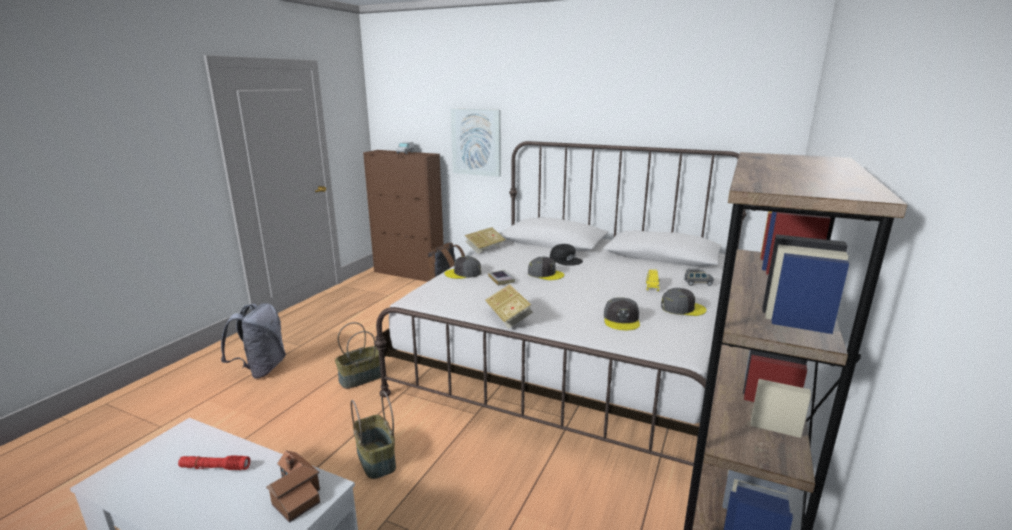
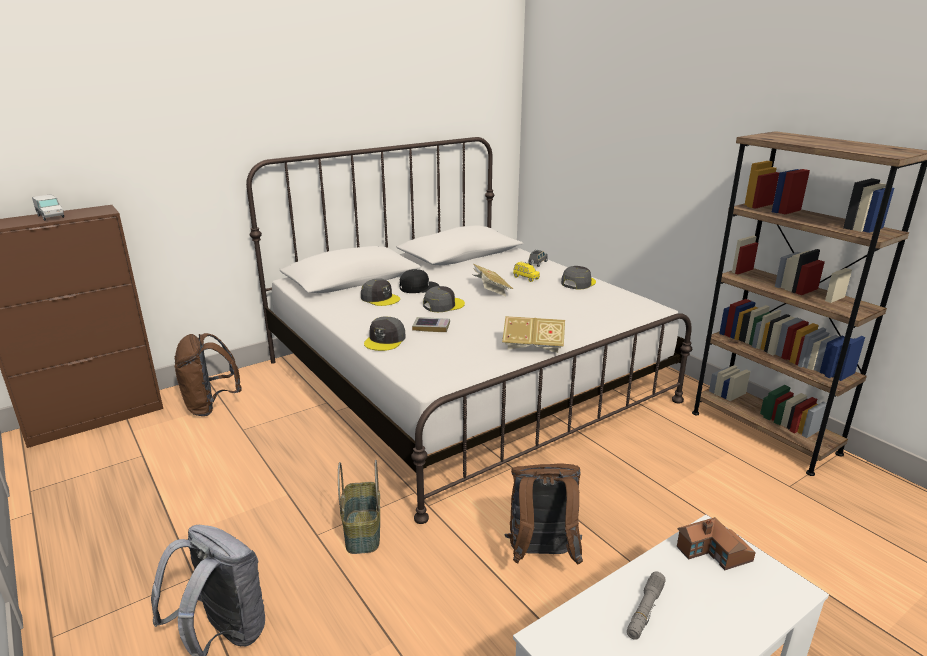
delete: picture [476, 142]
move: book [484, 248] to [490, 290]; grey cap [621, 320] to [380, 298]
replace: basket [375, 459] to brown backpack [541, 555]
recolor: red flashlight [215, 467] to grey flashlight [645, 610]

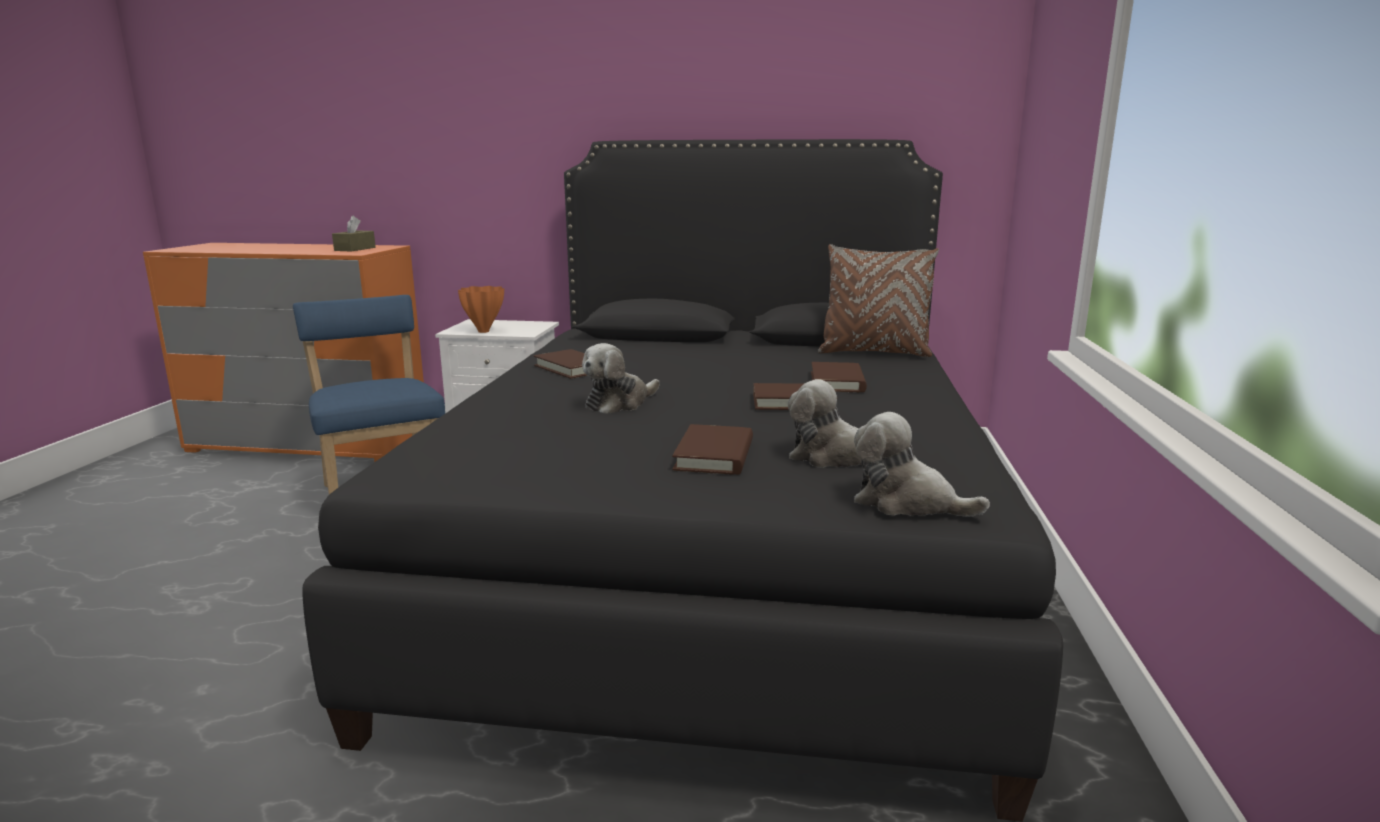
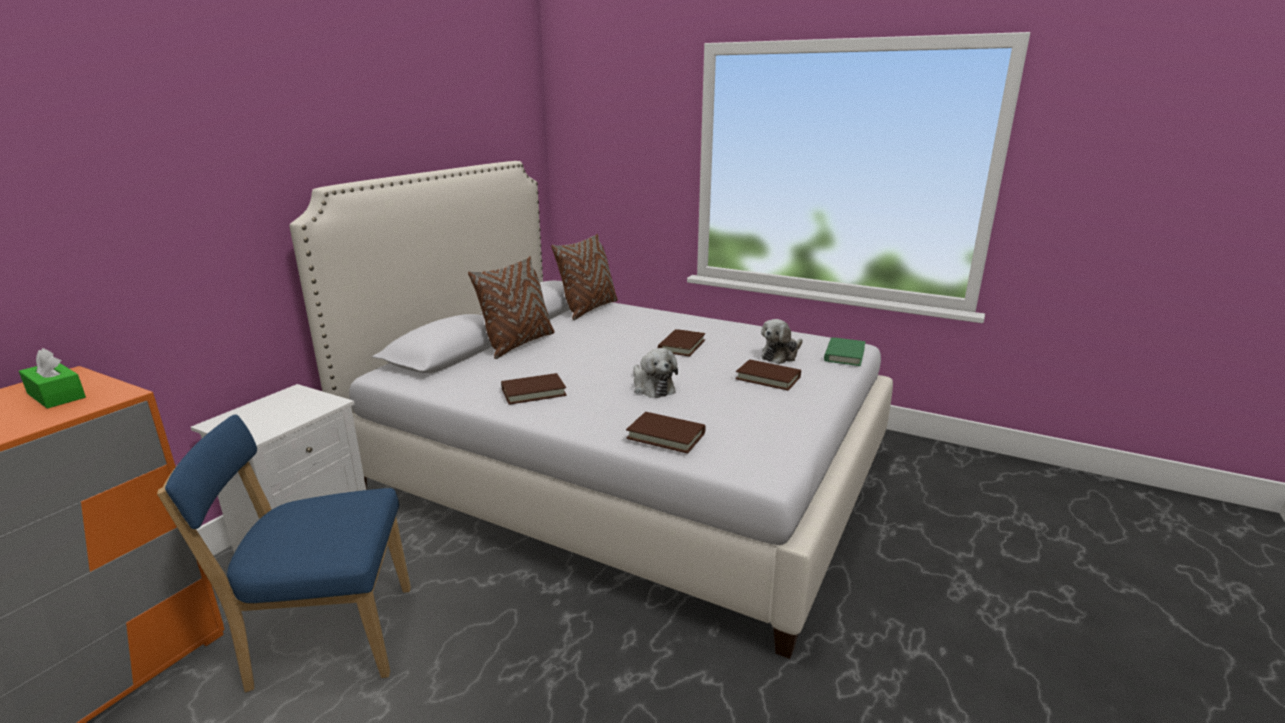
delete: orange vase [484, 331]
insert: brown pillow [518, 344]
move: brown book [837, 382] to [666, 436]
replace: plush toy [907, 503] to green book [844, 354]
recolor: black bed [715, 557] to white bed [622, 473]; brown tissue box [355, 249] to green tissue box [56, 395]

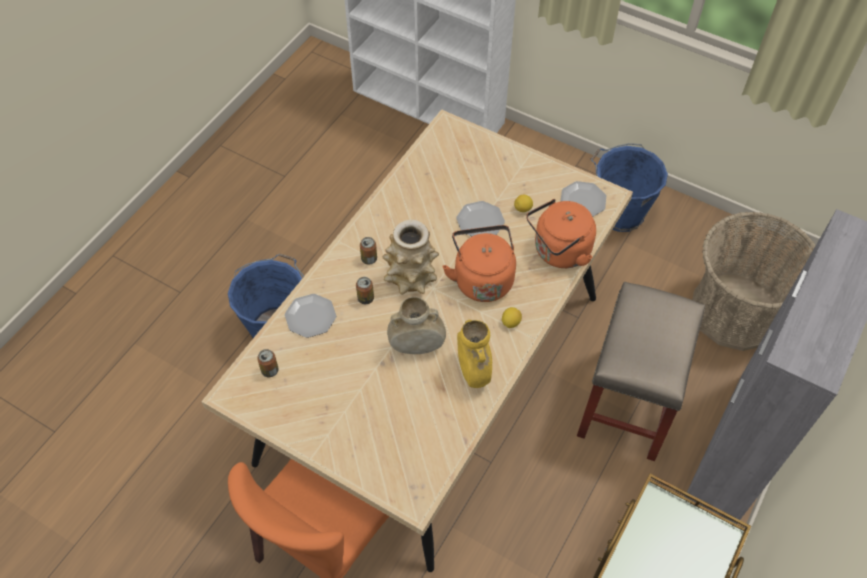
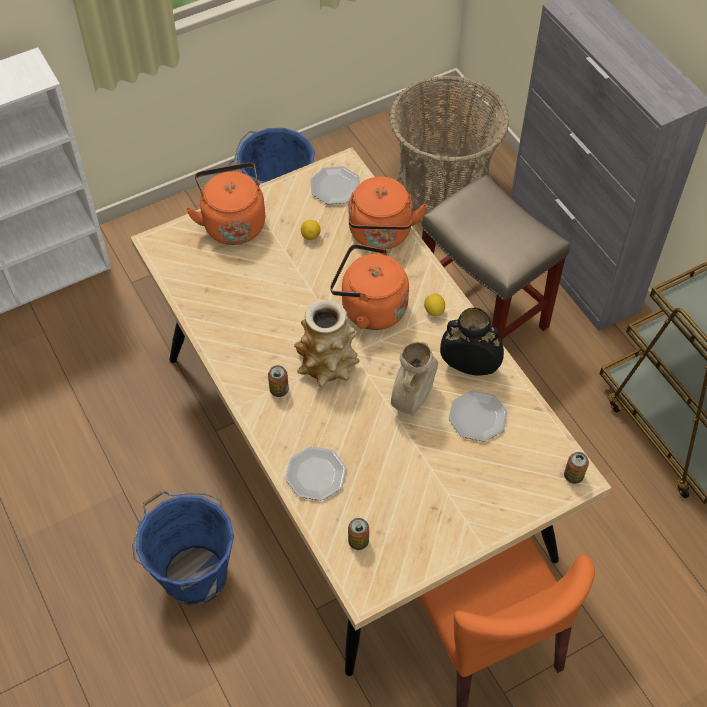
insert: orange kettle [233, 222]
move: plate [480, 221] to [477, 417]; can [365, 298] to [573, 476]
recolor: yellow vase [473, 372] to black vase [469, 366]

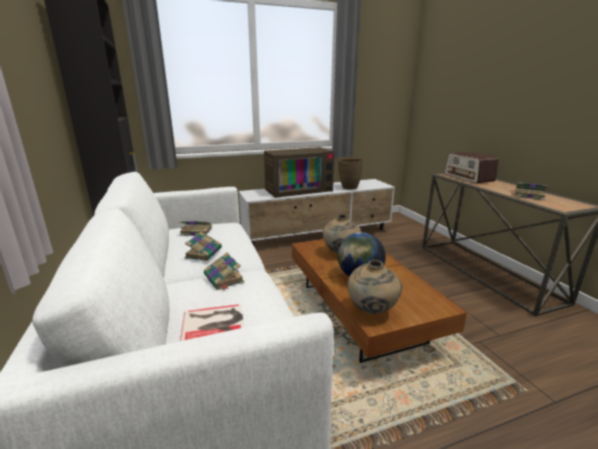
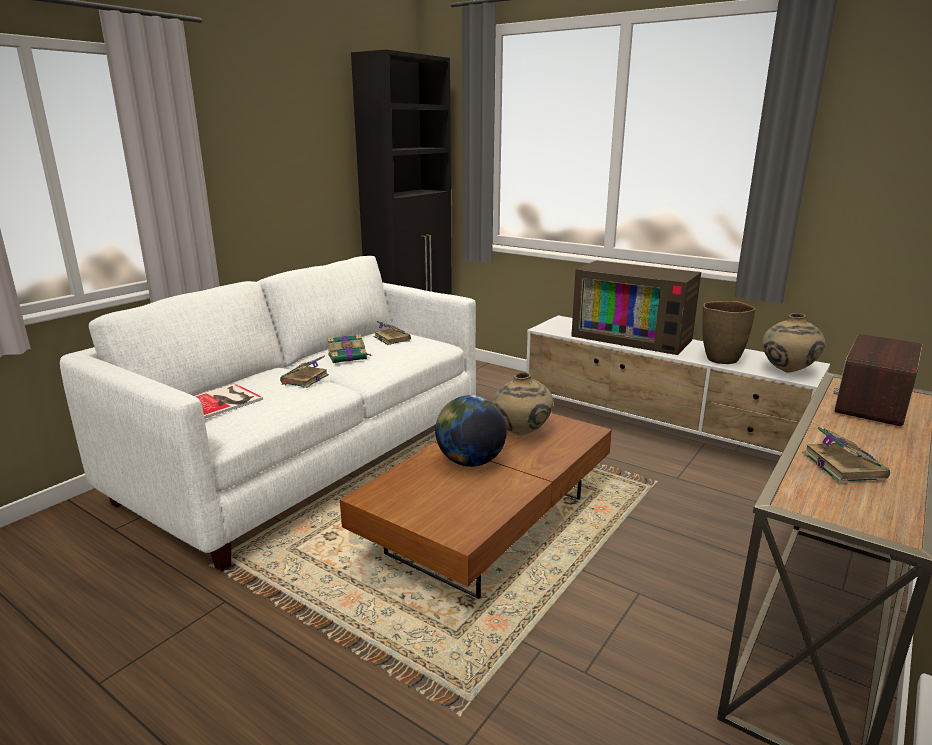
move: beige vase [372, 311] to [788, 372]

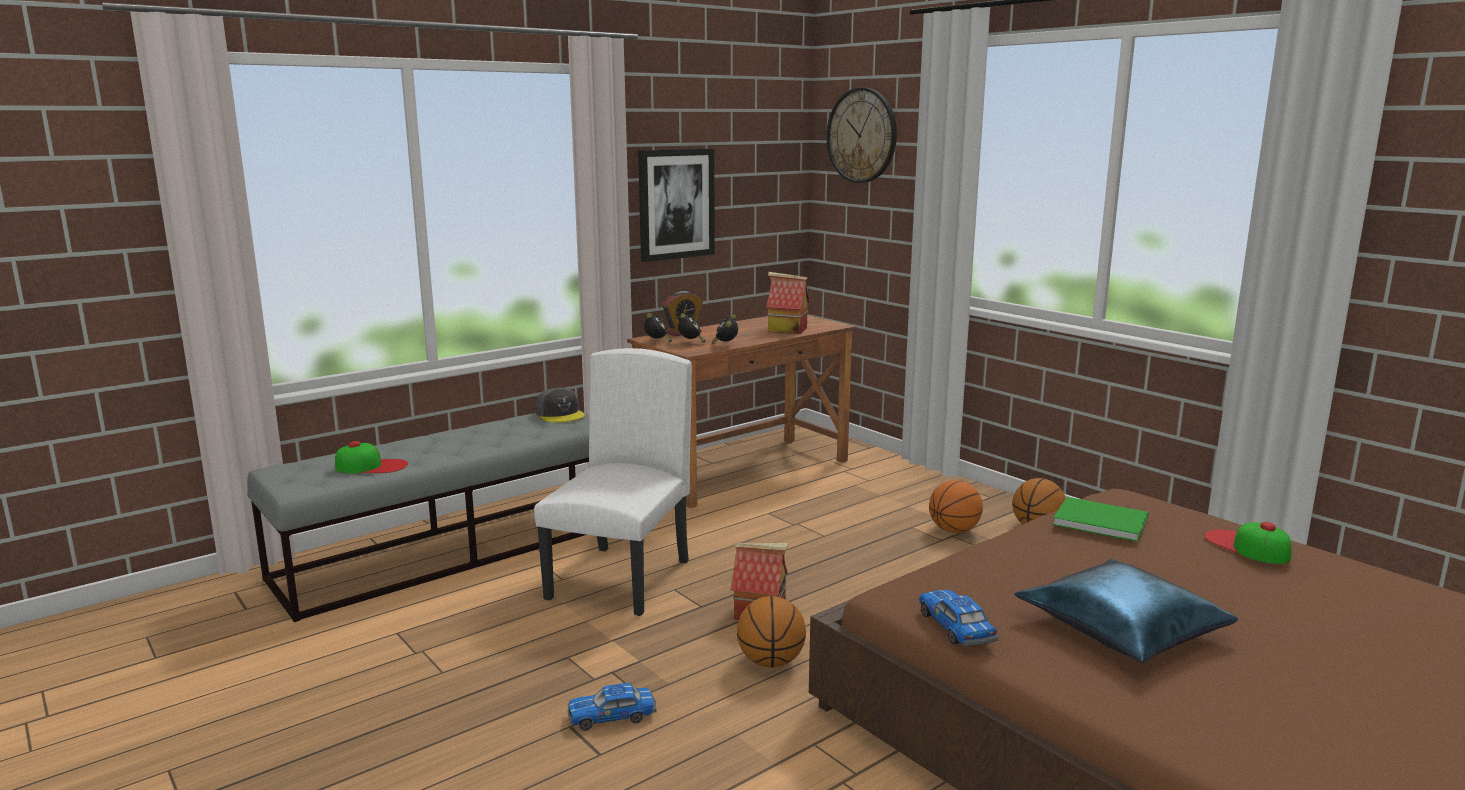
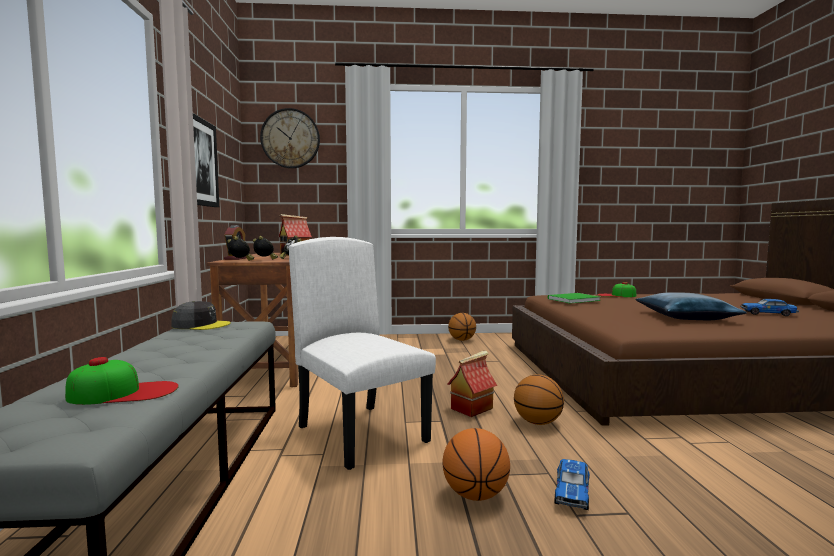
move: basketball [954, 530] to [475, 495]; toy car [956, 628] to [768, 314]
rotate: cap [371, 466] = [124, 392] 45 degrees clockwise

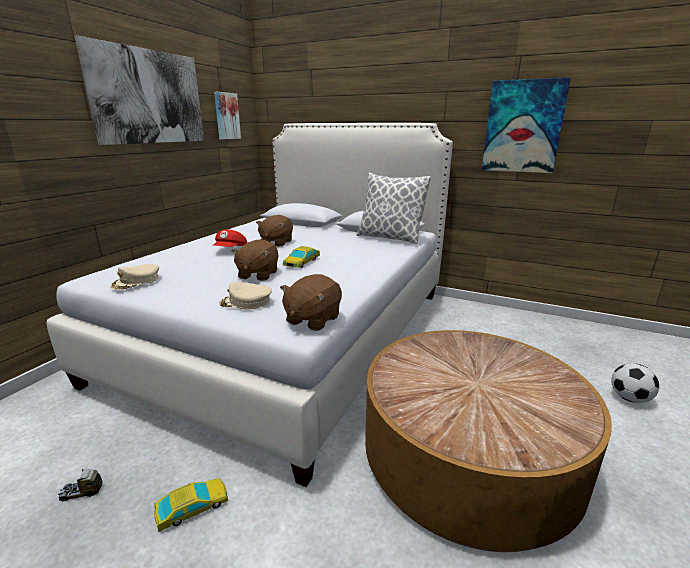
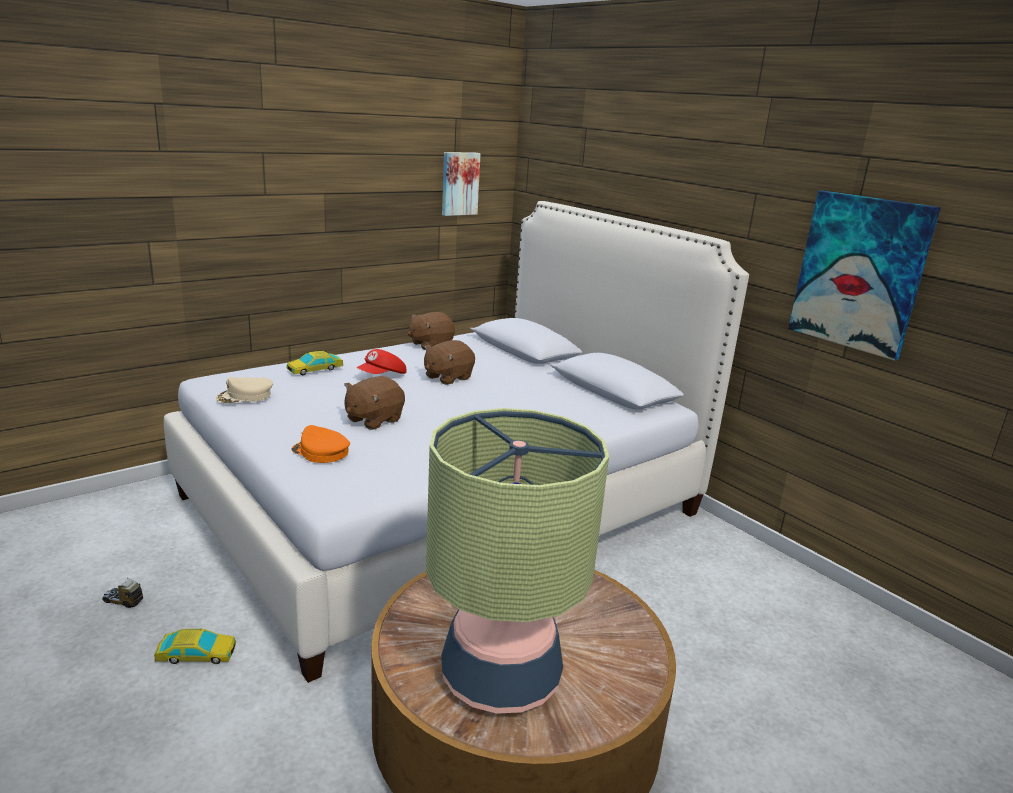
delete: picture [149, 97]; pillow [390, 238]; football [629, 398]
insert: table lamp [500, 677]
move: toy car [302, 262] to [315, 369]; brown plush toy [312, 319] to [430, 345]
recolor: beige cap [246, 302] to orange cap [320, 452]

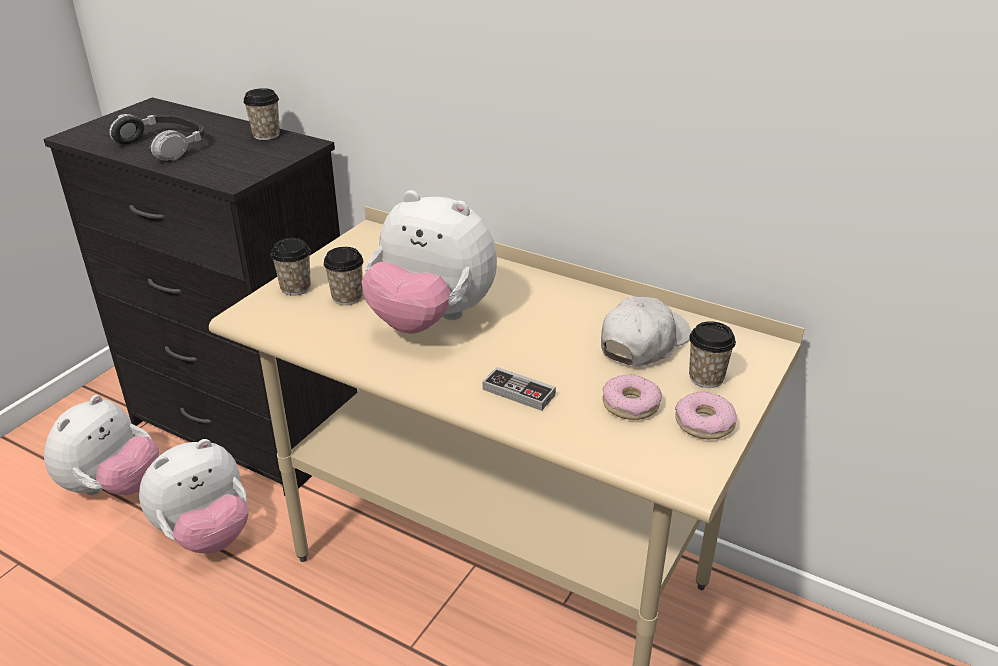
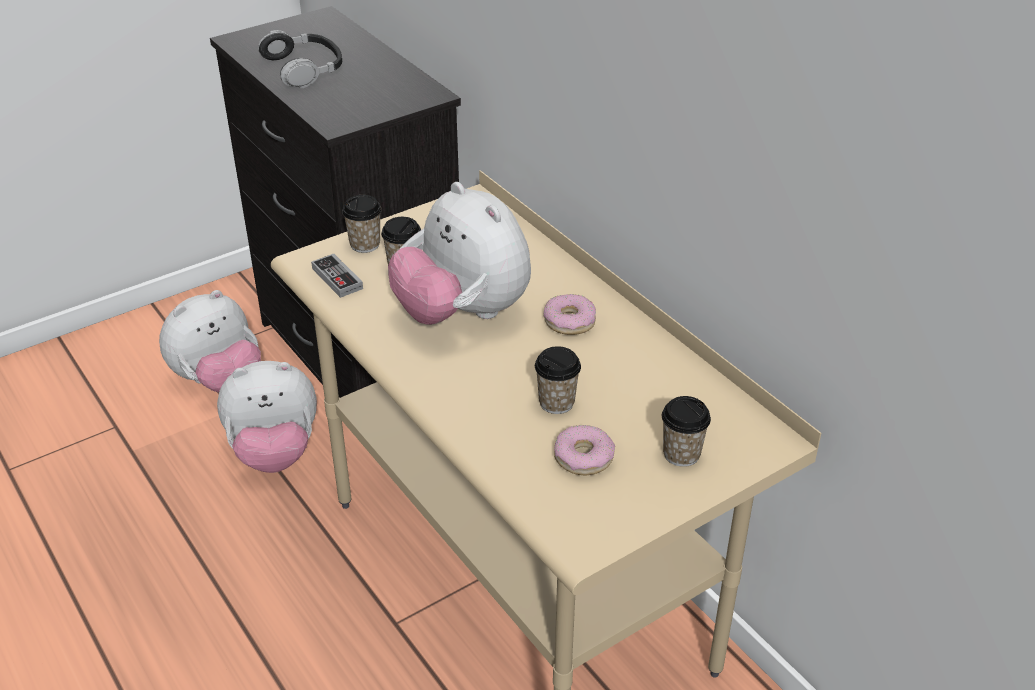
delete: white cap [643, 343]
move: cup [266, 135] to [556, 402]; game controller [518, 392] to [337, 278]; donut [704, 423] to [570, 321]

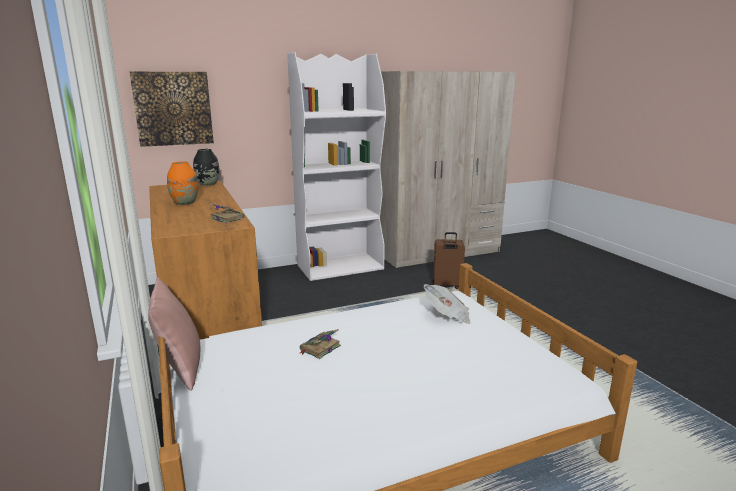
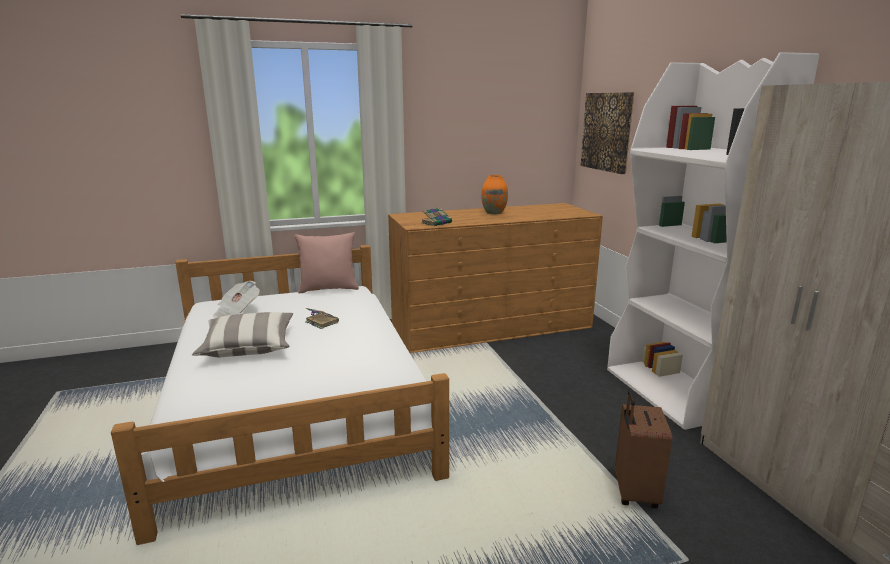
delete: black vase [208, 184]
insert: pillow [248, 347]
move: newspaper [447, 315] to [237, 311]

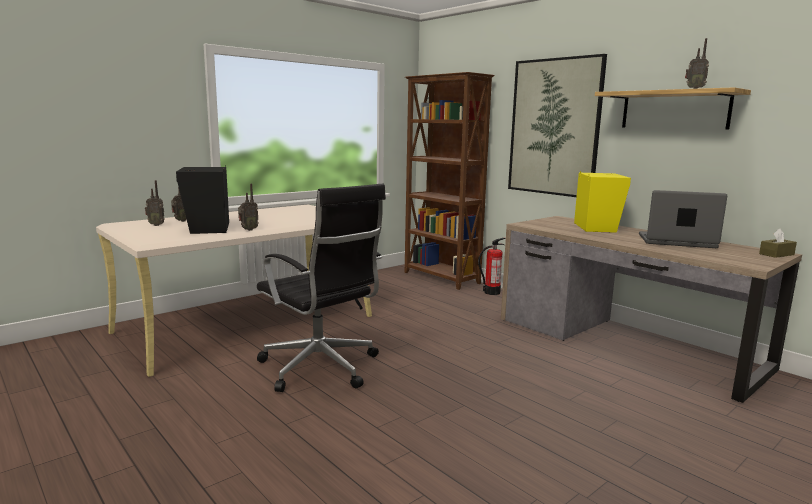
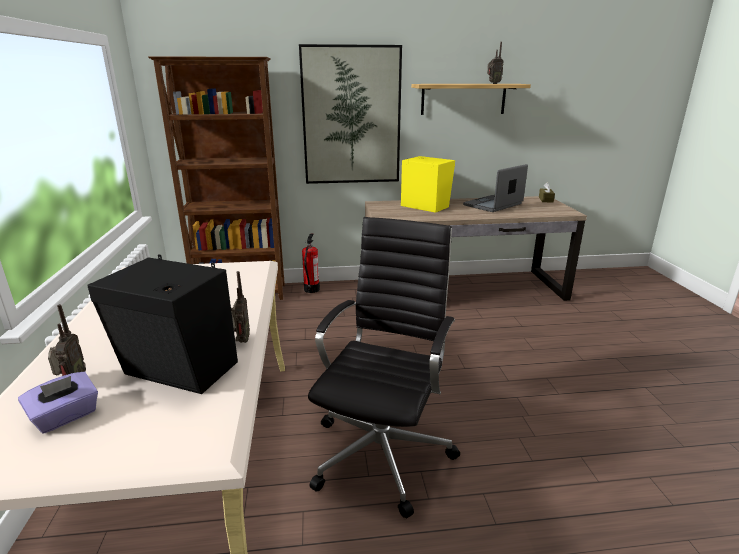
replace: radio [156, 225] to purple tissue box [66, 417]
rotate: black office chair [321, 368] = [383, 451] 60 degrees counterclockwise

